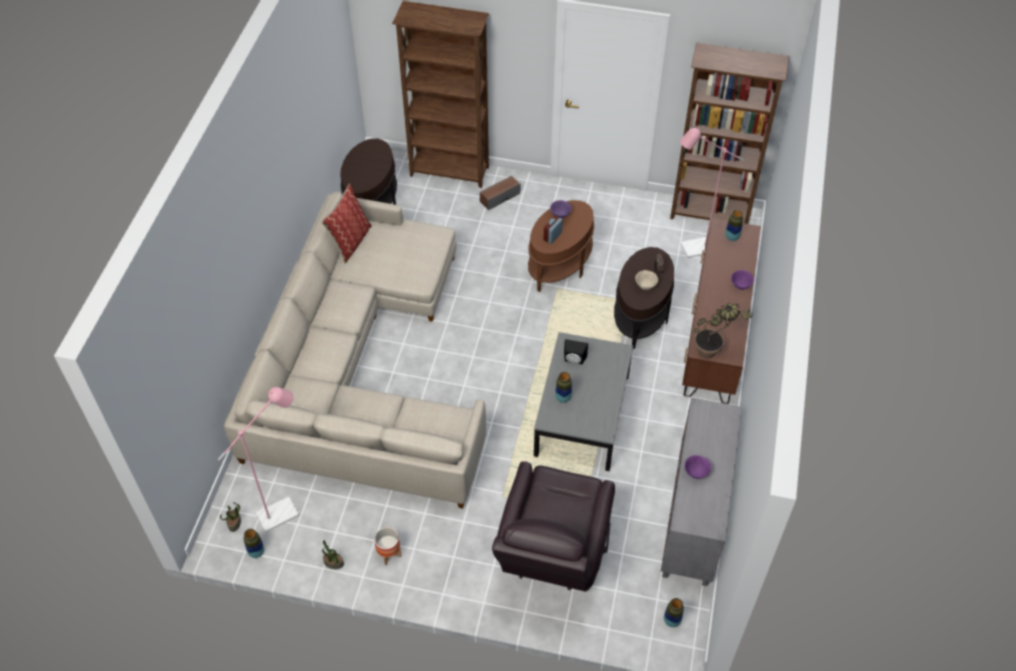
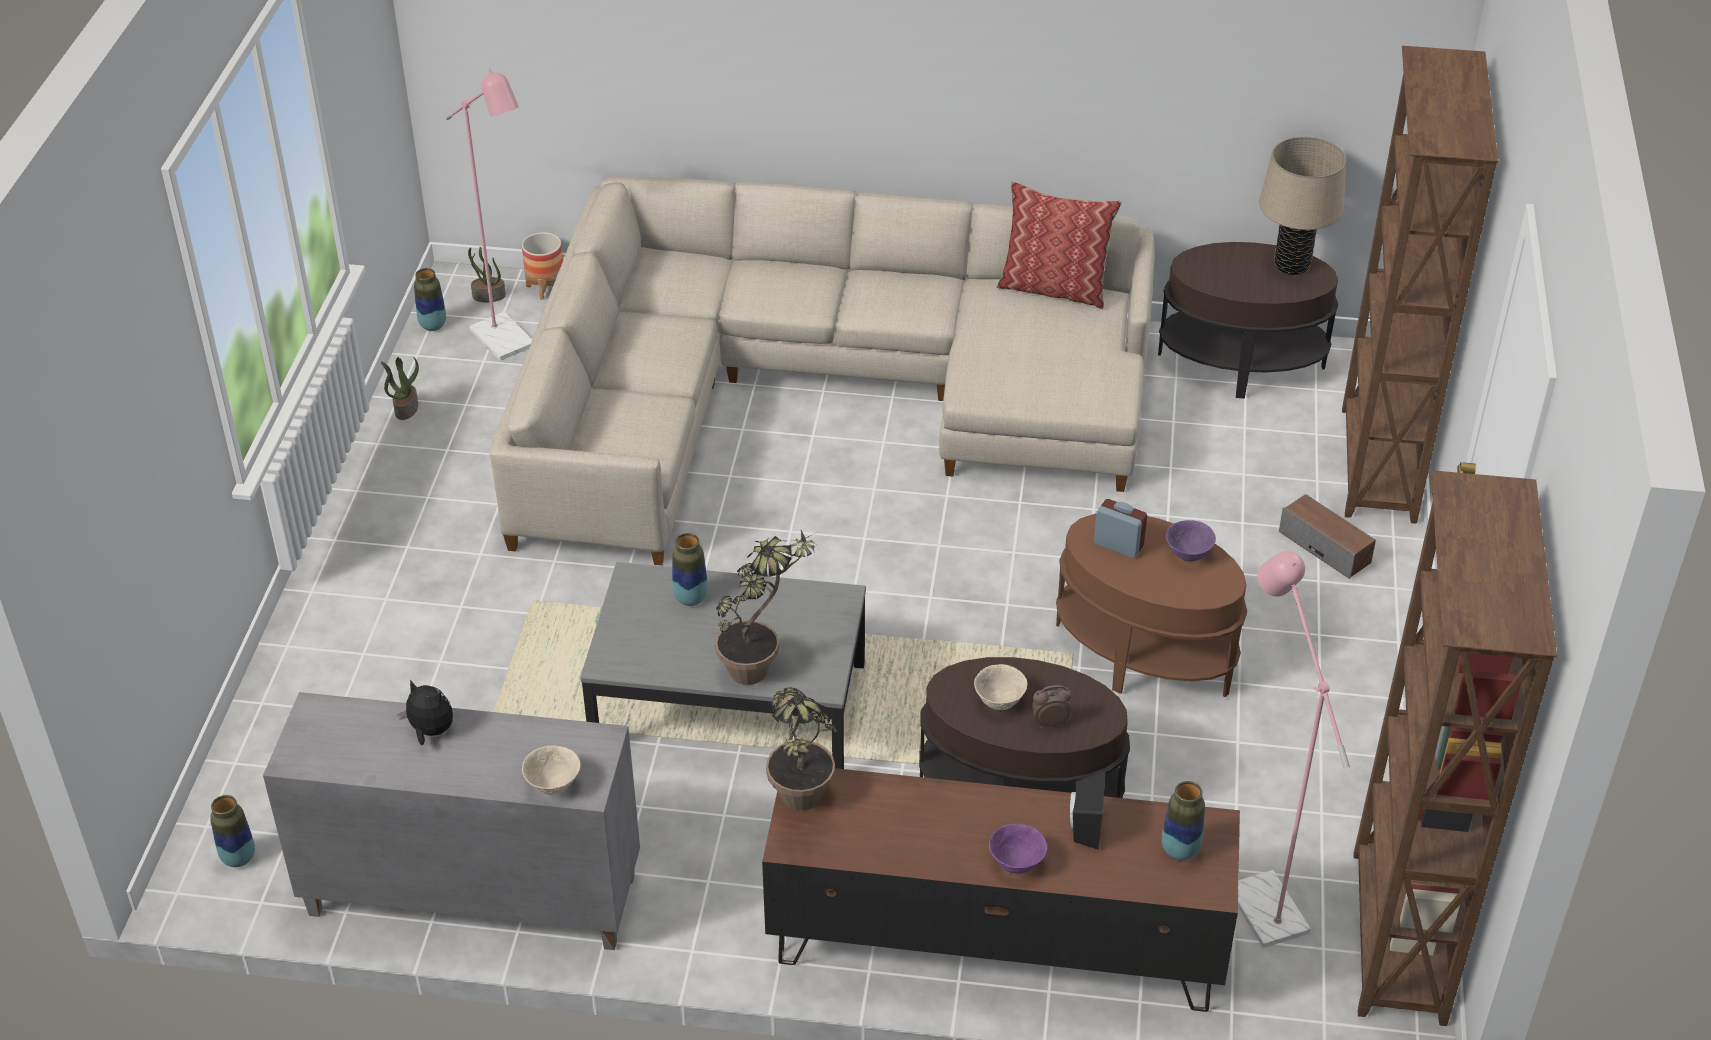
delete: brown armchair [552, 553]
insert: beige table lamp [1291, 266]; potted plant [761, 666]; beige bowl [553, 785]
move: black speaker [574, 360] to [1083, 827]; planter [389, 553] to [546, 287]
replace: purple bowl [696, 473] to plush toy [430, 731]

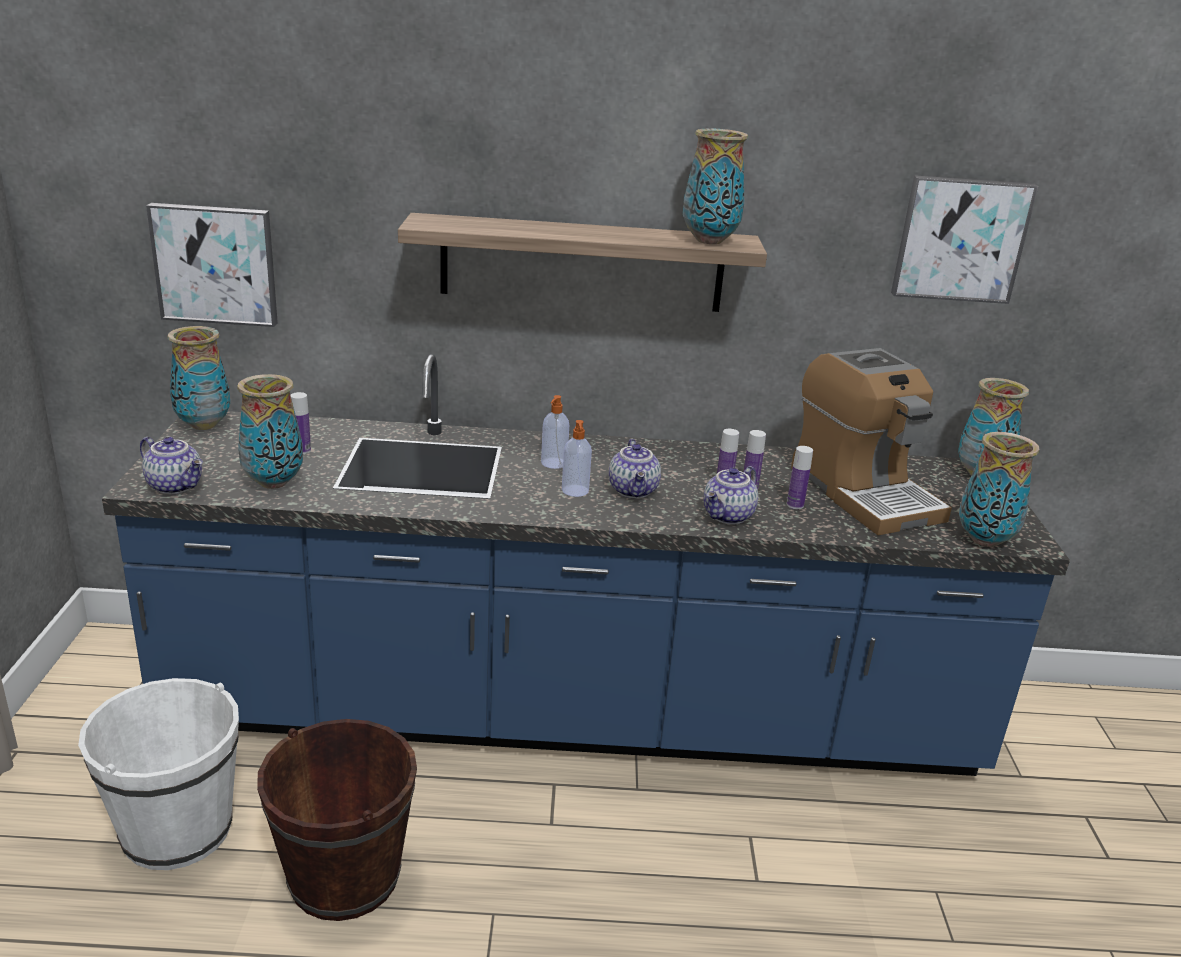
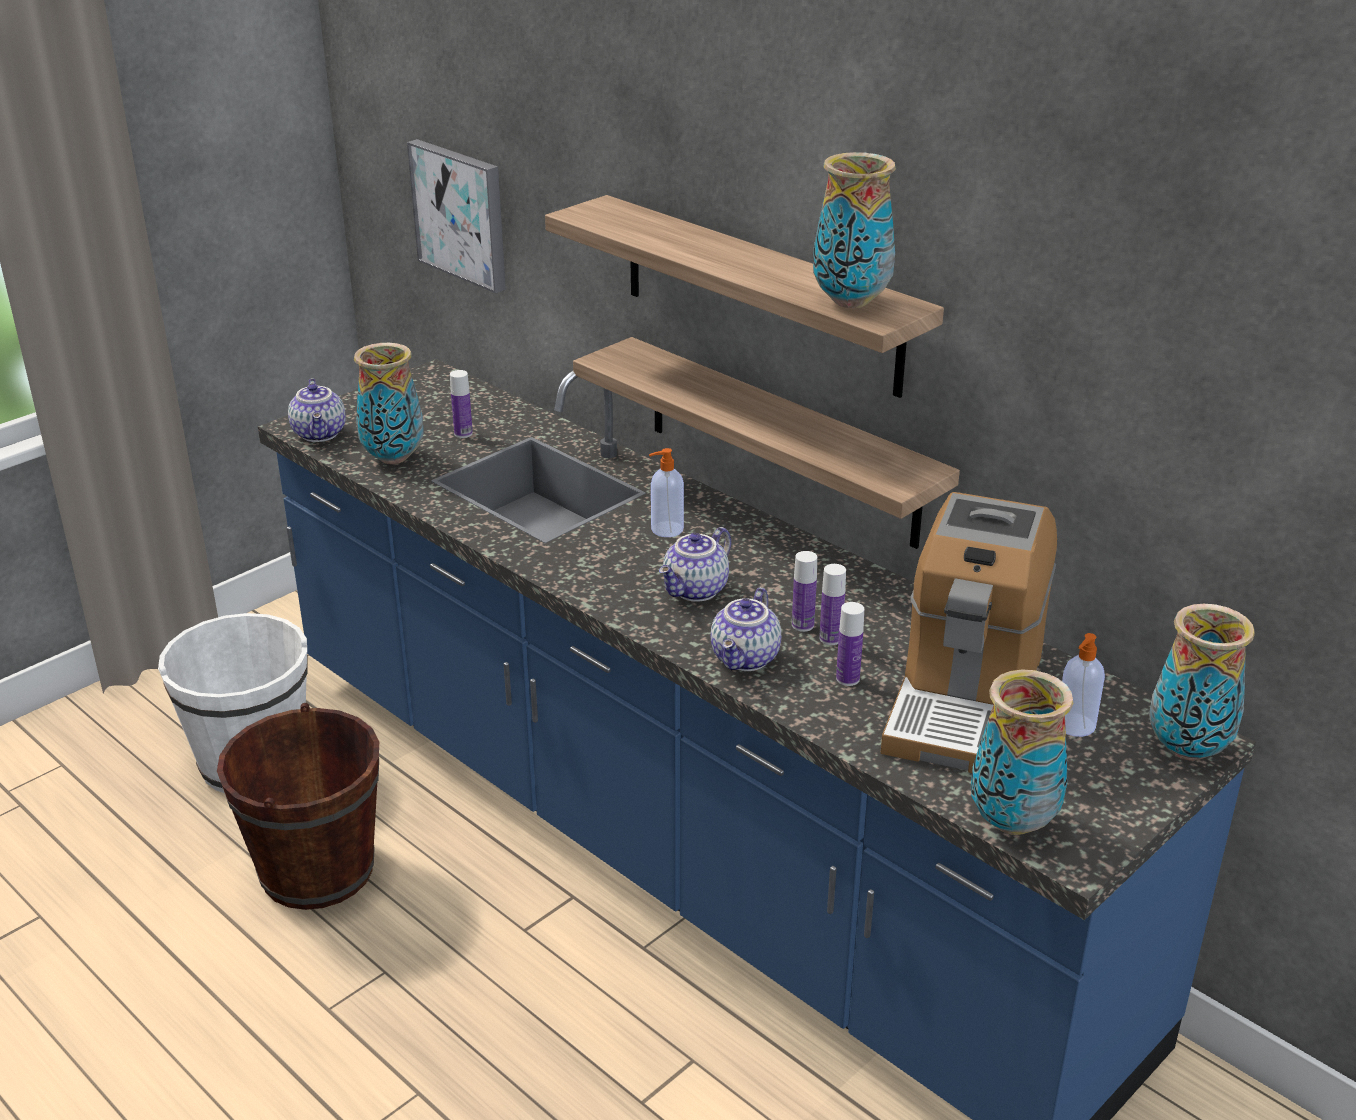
delete: picture [960, 239]; vase [203, 425]
insert: shelf [780, 441]
move: soap dispenser [575, 491] to [1074, 726]
rotate: teapot [729, 516] = [746, 659] 60 degrees counterclockwise

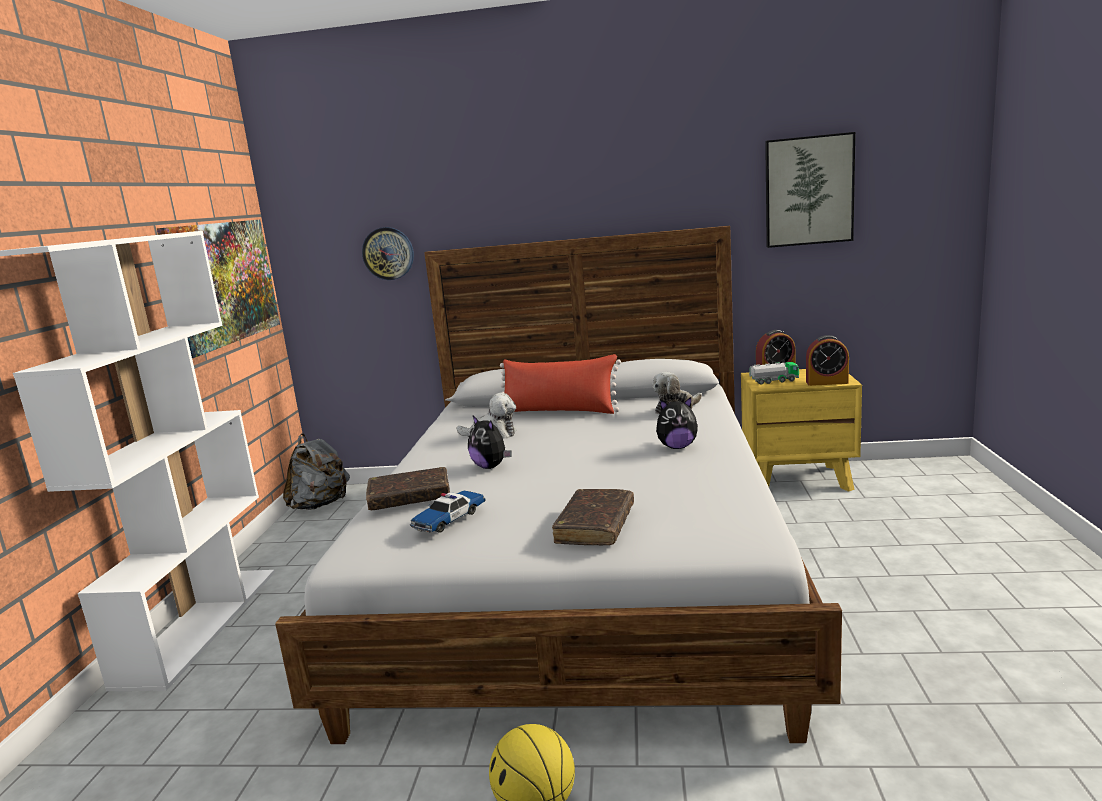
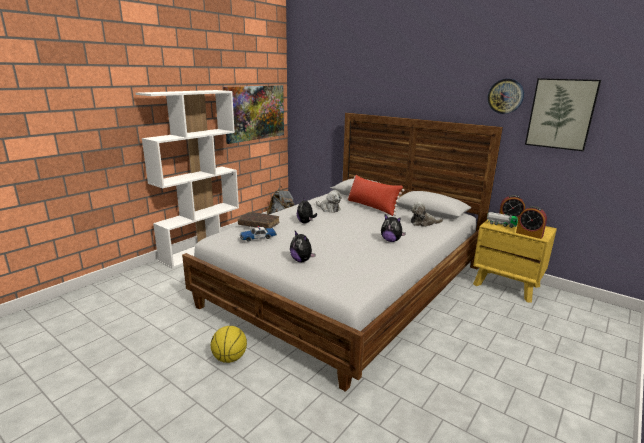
move: wall clock [388, 253] to [505, 96]
replace: brown book [595, 526] to plush toy [302, 260]

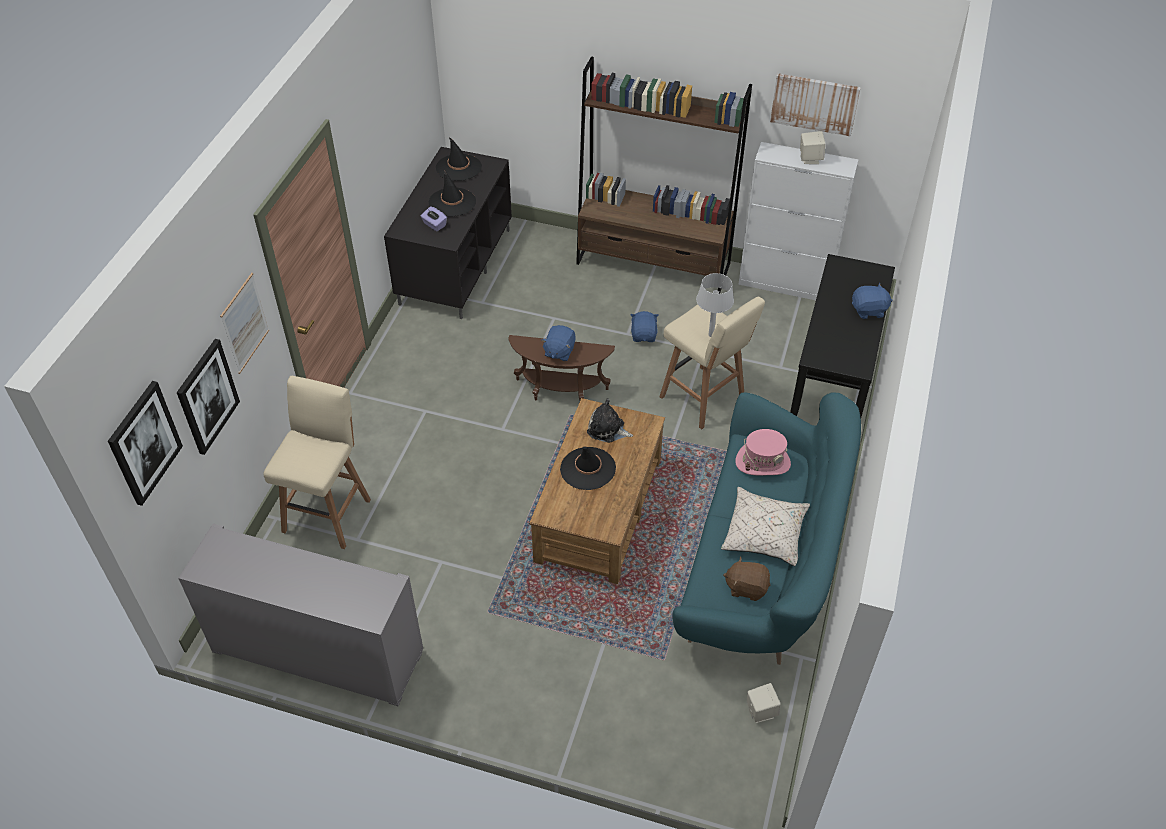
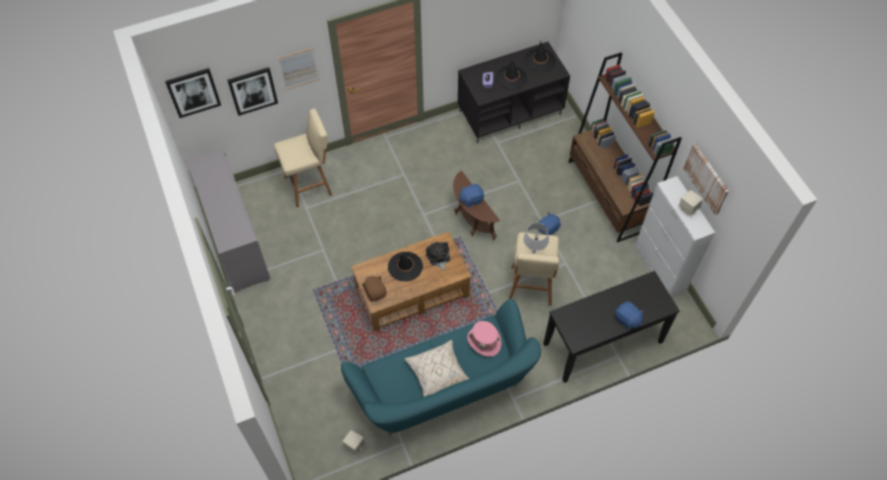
move: brown plush toy [746, 587] to [375, 292]

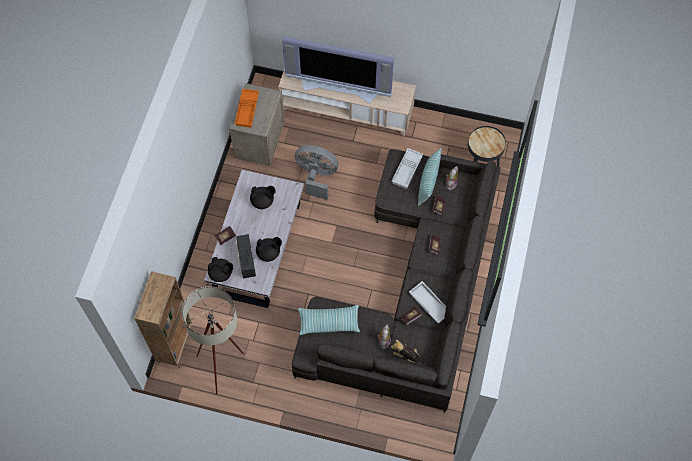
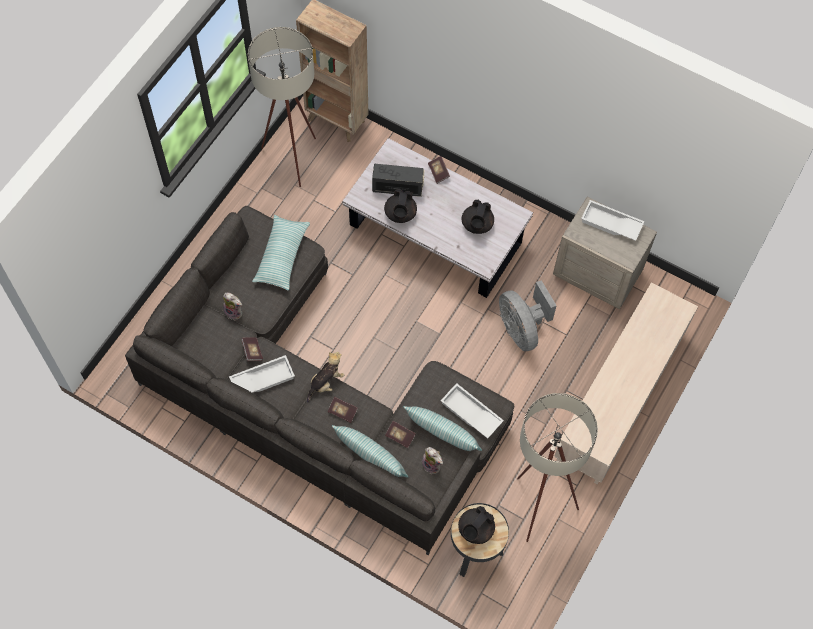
delete: television [340, 86]
insert: beige floor lamp [536, 502]; pillow [370, 457]
move: black teapot [221, 273] to [475, 530]; plush toy [408, 357] to [326, 382]
recolor: orange tray [248, 110] to white tray [610, 224]
rotate: grey fan [316, 176] = [521, 329] 120 degrees clockwise

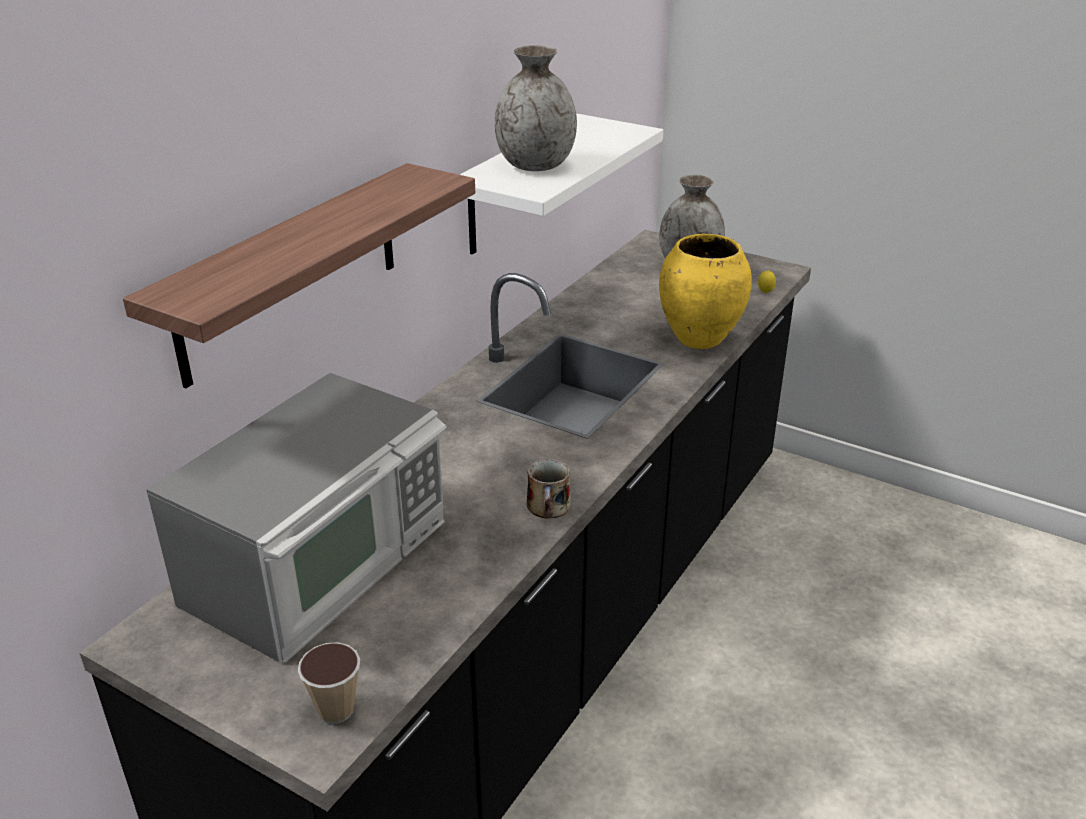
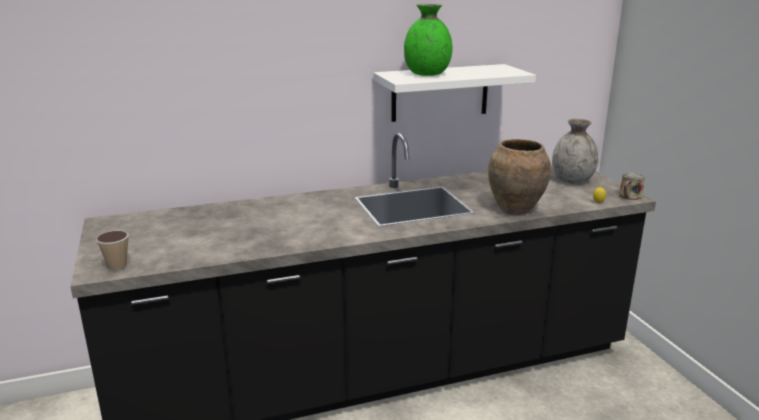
delete: shelf [291, 272]; microwave [321, 563]
move: mug [549, 507] to [630, 196]
recolor: grey vase [535, 165] to green vase [427, 74]; yellow vase [698, 339] to brown vase [515, 209]

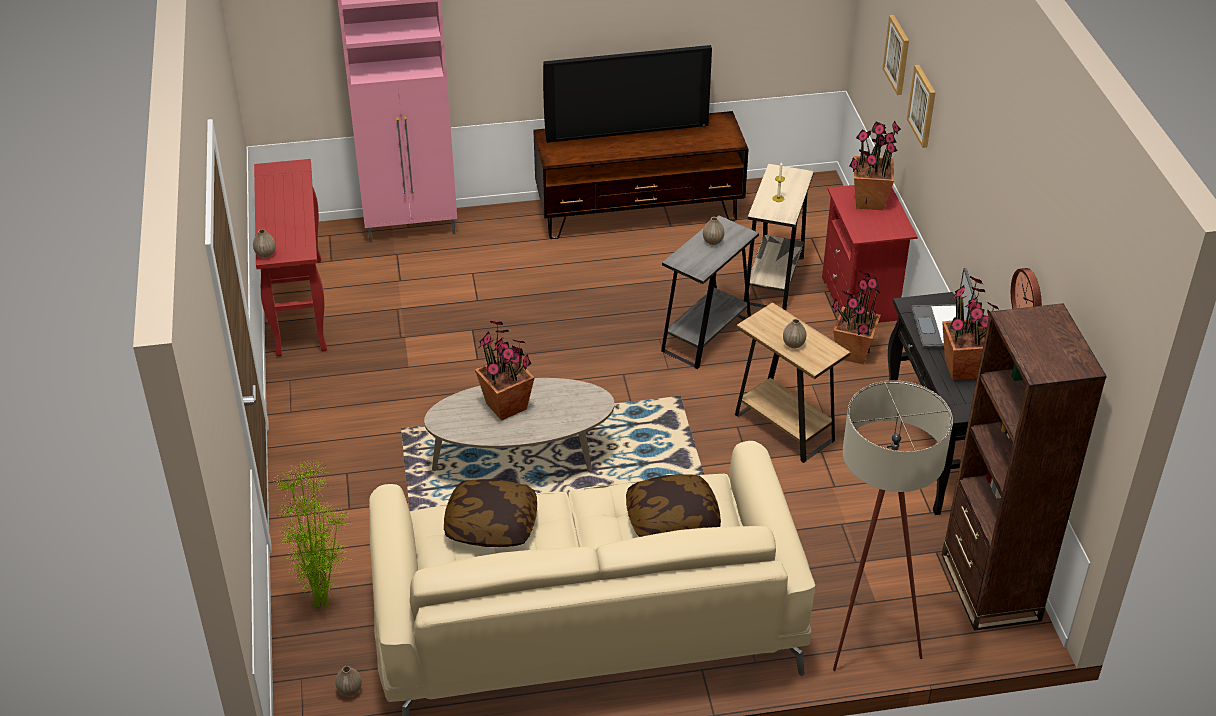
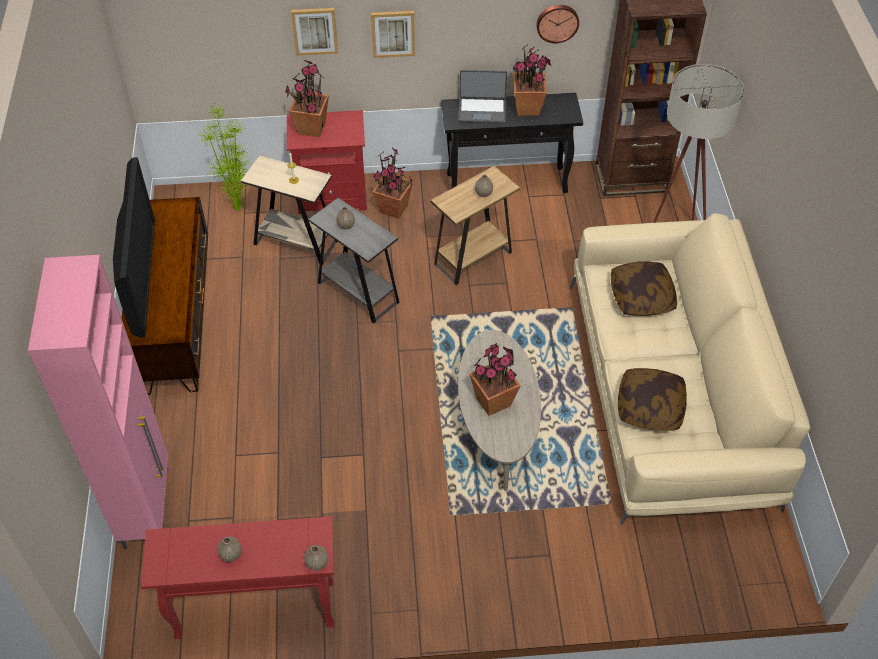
move: picture [897, 54] to [393, 33]; potted plant [323, 603] to [237, 207]; vase [349, 690] to [231, 555]

